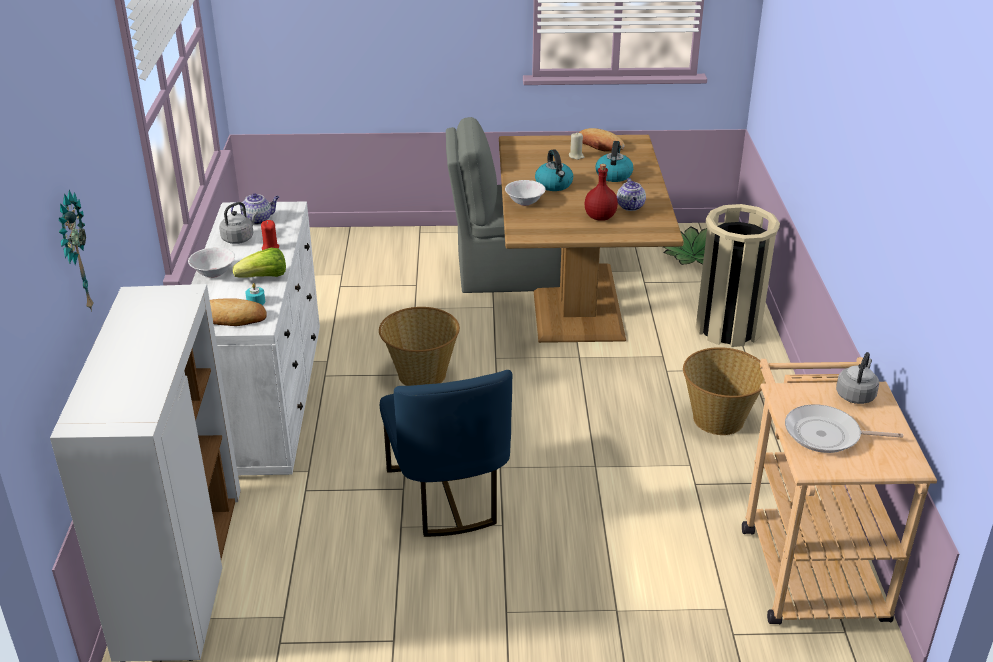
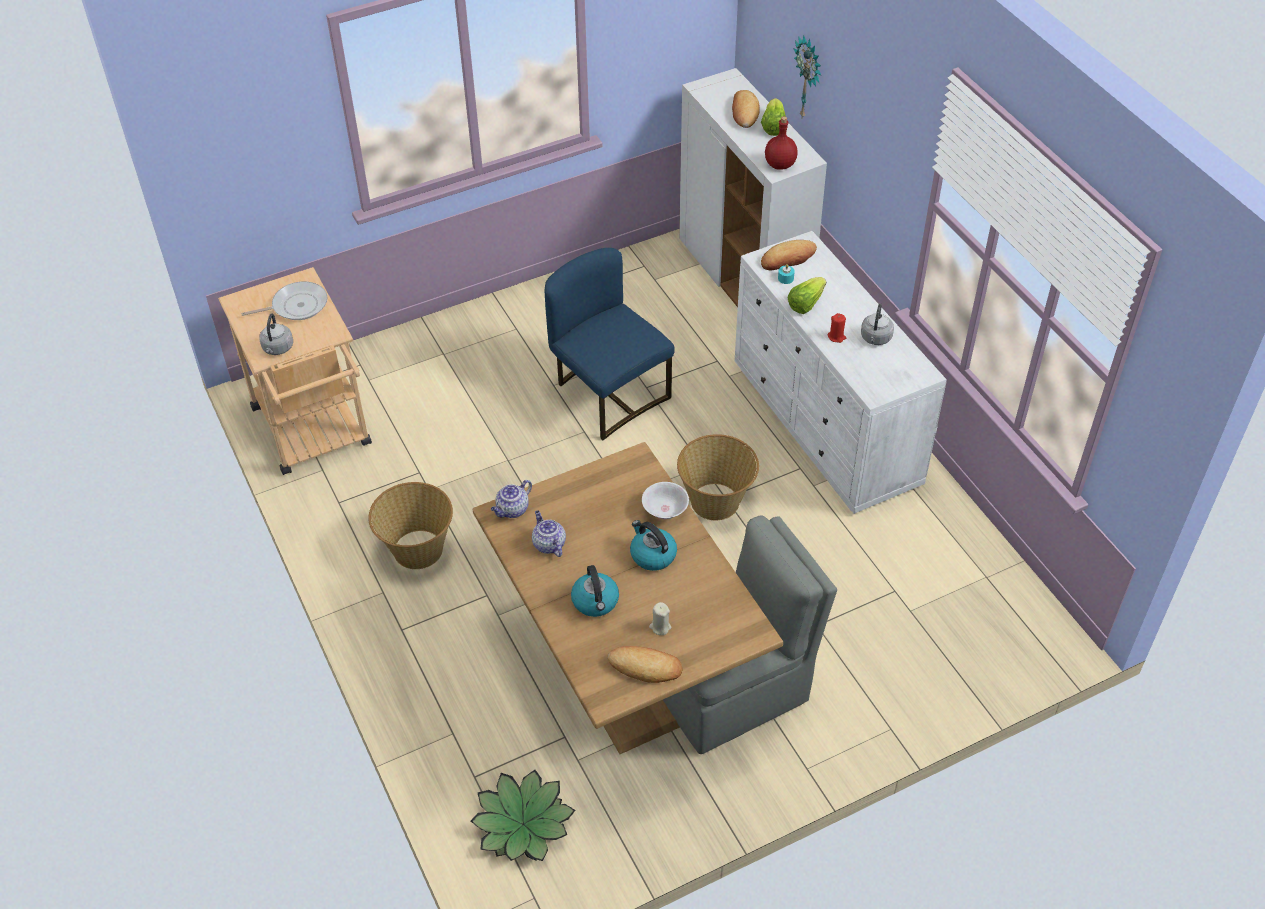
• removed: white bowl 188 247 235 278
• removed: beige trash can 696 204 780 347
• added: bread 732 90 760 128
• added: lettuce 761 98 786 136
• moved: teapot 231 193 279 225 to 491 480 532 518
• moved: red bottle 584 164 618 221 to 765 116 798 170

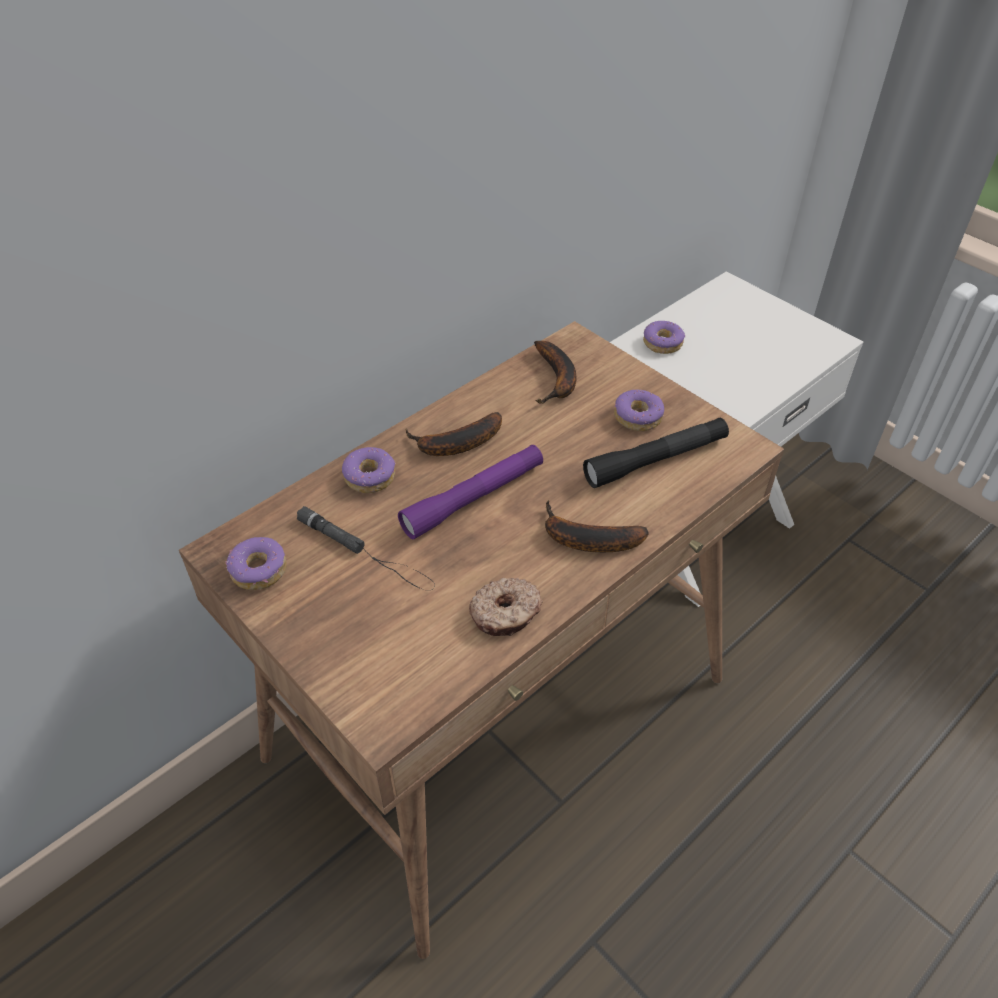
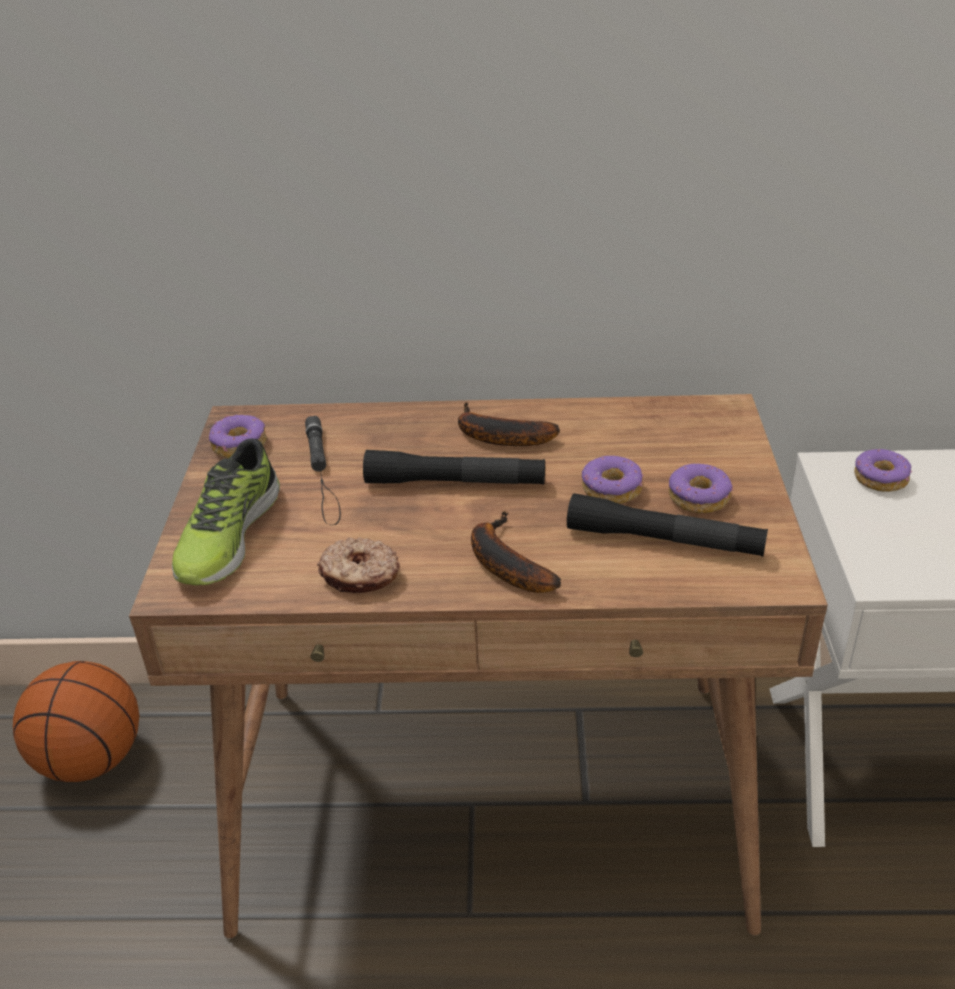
• removed: banana 534 341 576 404
• added: basketball 13 661 139 782
• added: shoe 172 438 280 585
• moved: donut 342 447 396 493 to 582 456 644 504
• recoloured: purple flashlight 398 445 543 539 to black flashlight 363 450 545 485

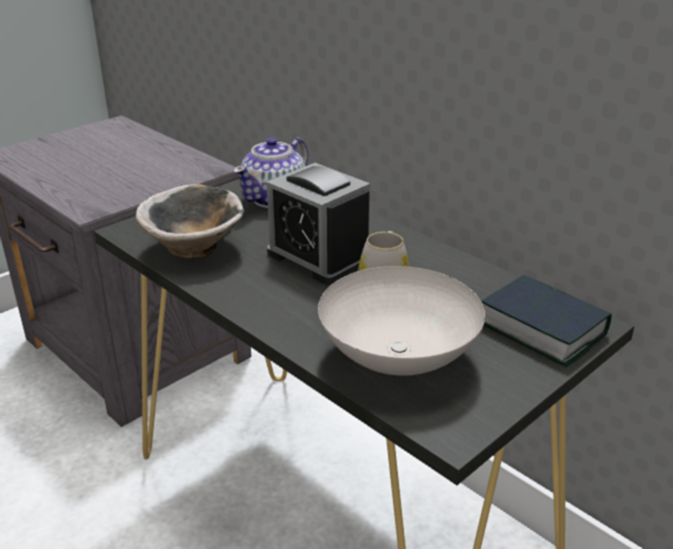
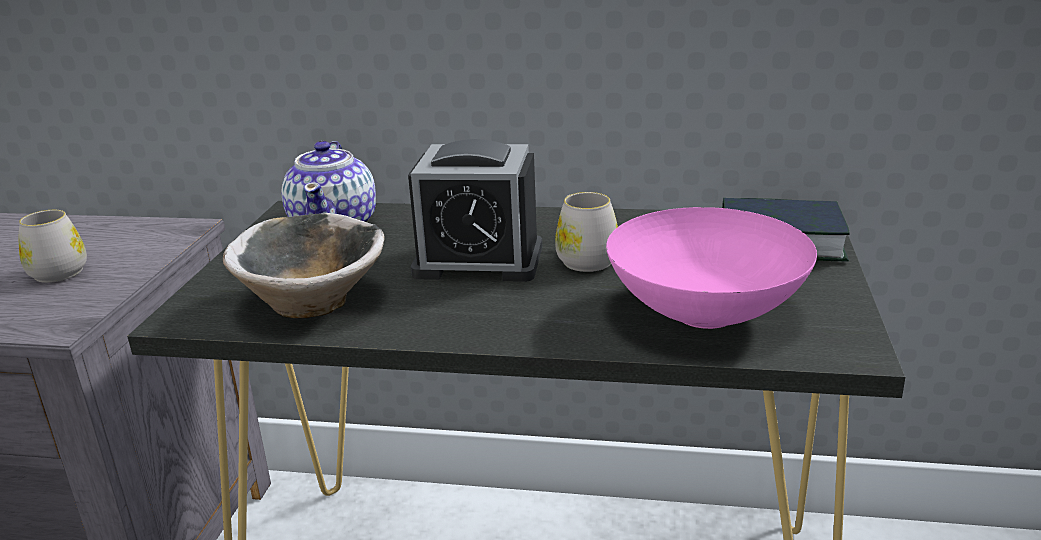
• added: white mug 19 210 87 283
• recoloured: white bowl 318 266 485 376 to pink bowl 606 207 817 329

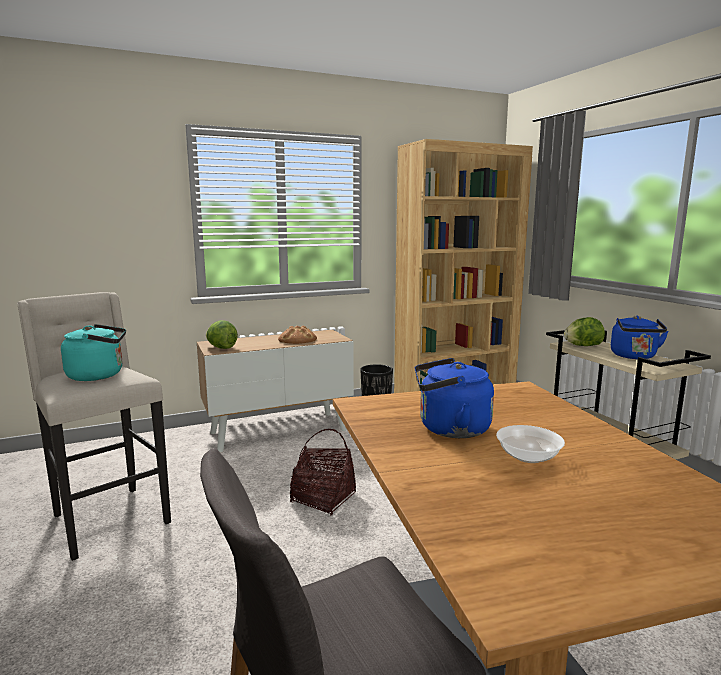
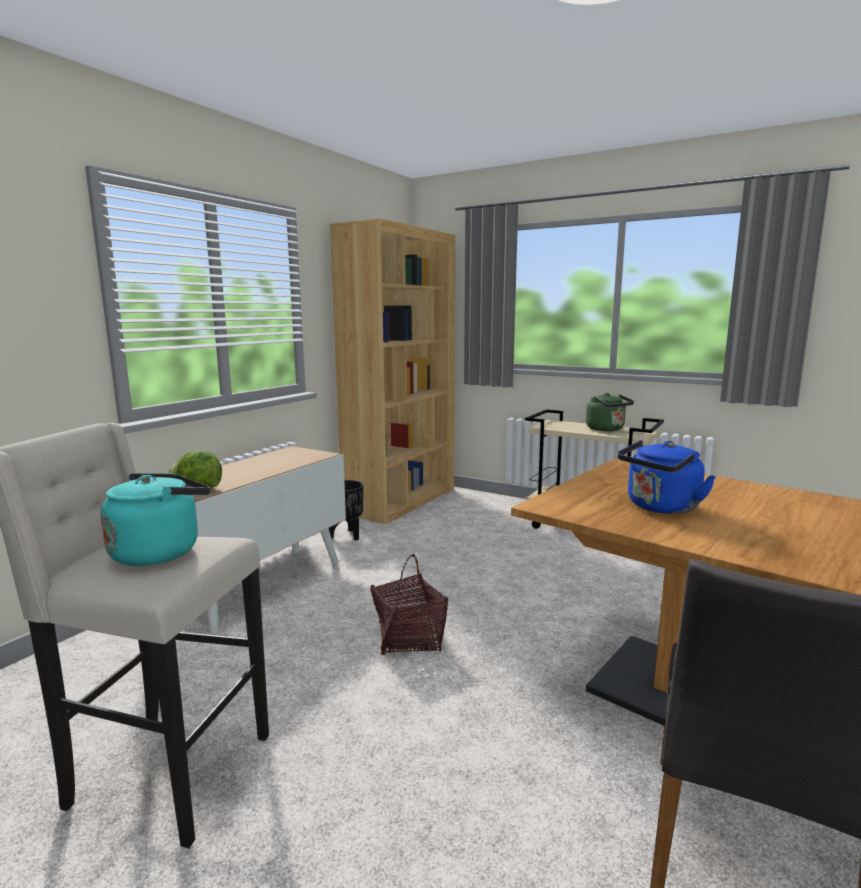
• removed: bread 278 326 317 344
• removed: bowl 496 425 565 463
• removed: lettuce 564 317 605 346
• recoloured: blue kettle 611 316 669 359 to green kettle 586 393 634 431

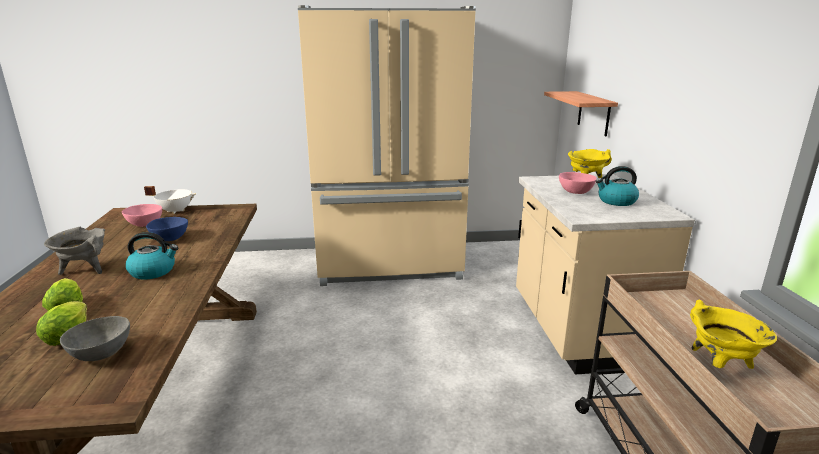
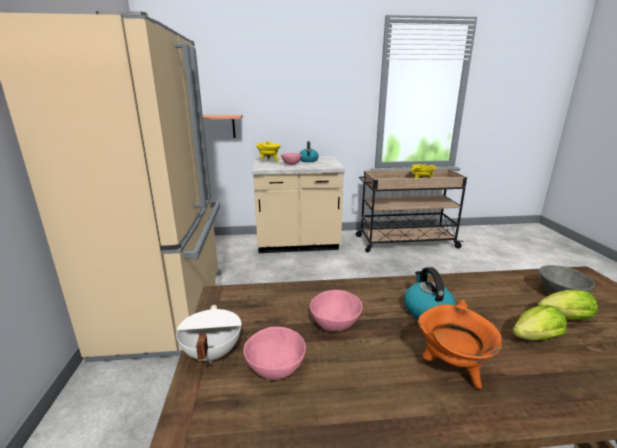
• recoloured: grey cooking pot 44 227 105 275 to orange cooking pot 418 300 502 389
• recoloured: blue bowl 146 217 188 241 to pink bowl 310 290 363 331

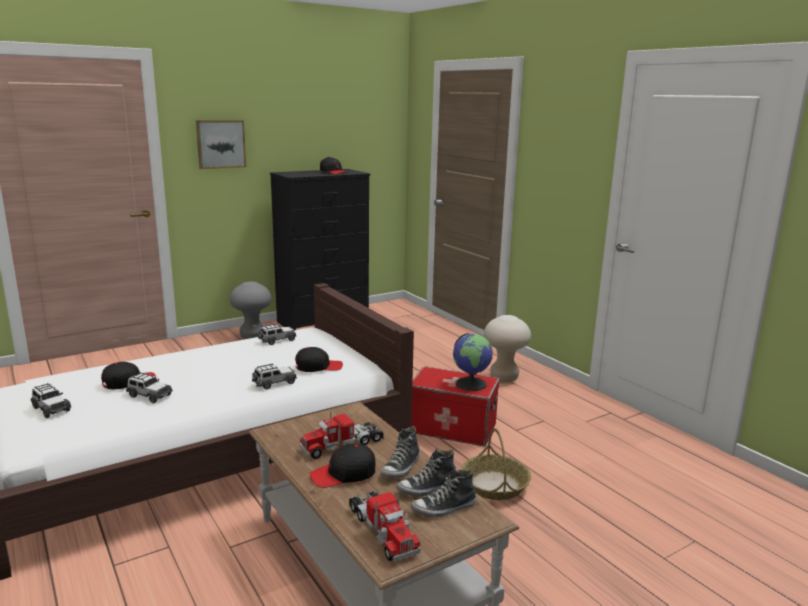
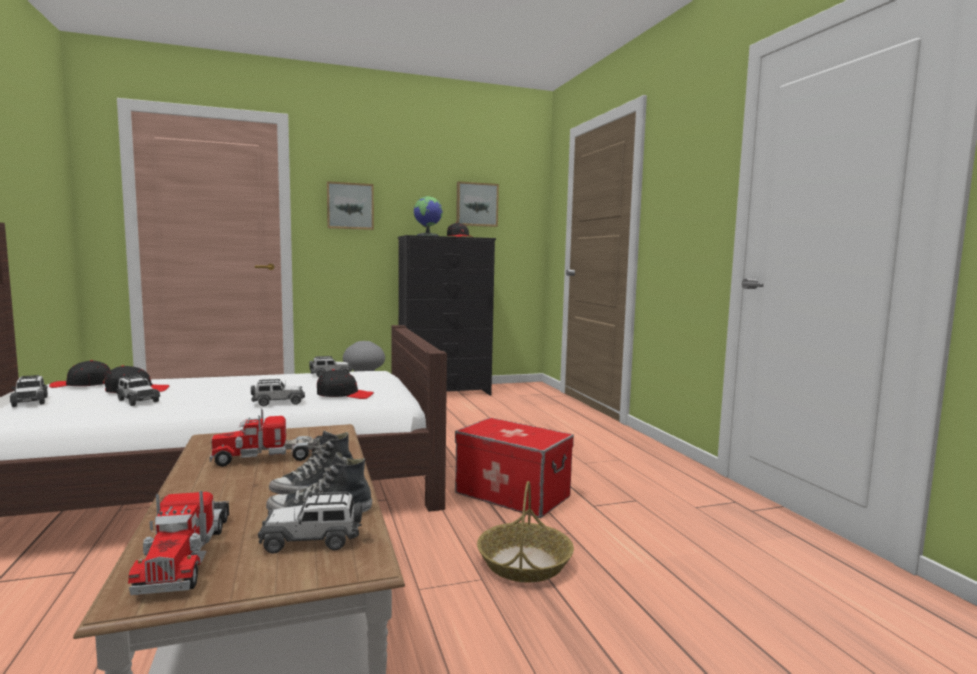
• removed: beige stool 484 315 531 382
• added: picture 456 181 499 227
• moved: black cap 310 444 376 488 to 49 360 110 388
• moved: globe 453 333 493 391 to 414 196 443 236
• replaced: shoe 411 467 476 518 to toy car 258 492 362 554

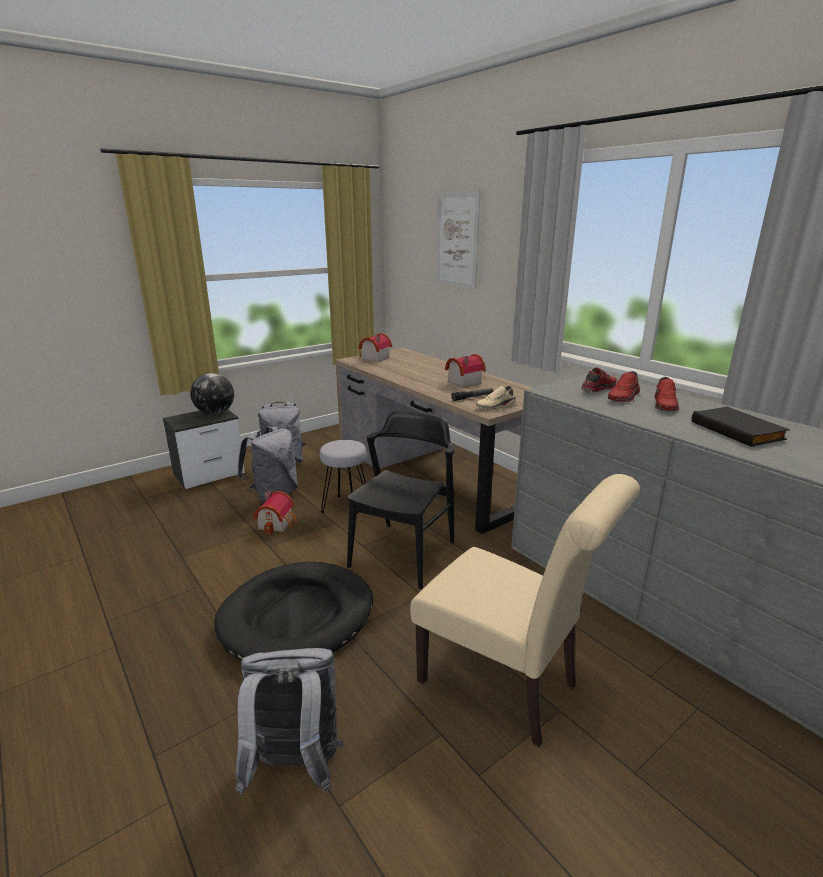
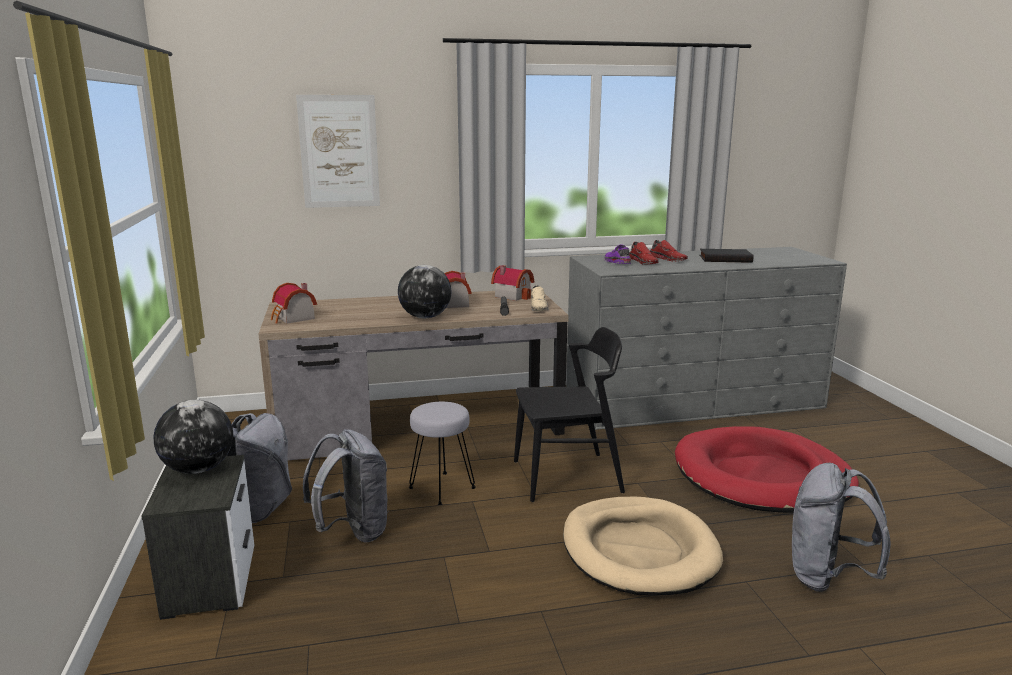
• added: globe 398 265 452 318
• moved: toy house 253 491 298 535 to 491 265 534 301
• replaced: beige chair 410 474 640 747 to red dog bed 675 426 859 513
• recoloured: black dog bed 214 562 373 661 to beige dog bed 563 497 723 595
• recoloured: red shoe 581 368 617 392 to purple shoe 604 244 631 264
• turned: black chair 347 411 455 590 = 514 327 625 502 120 degrees clockwise

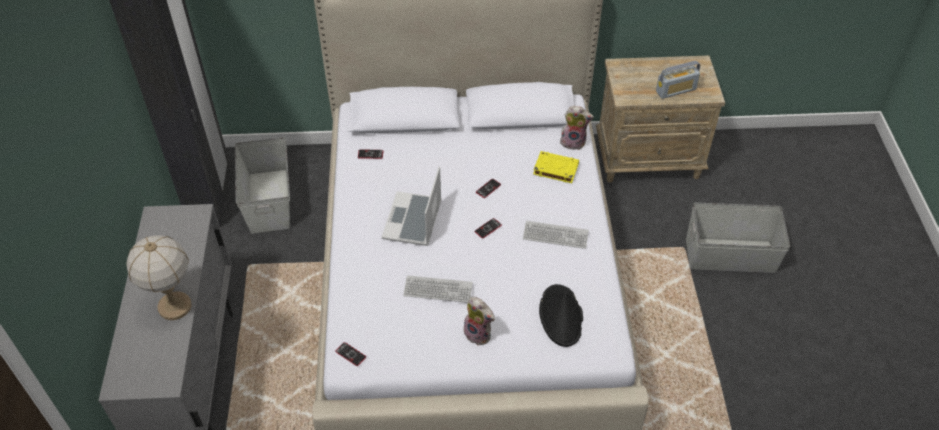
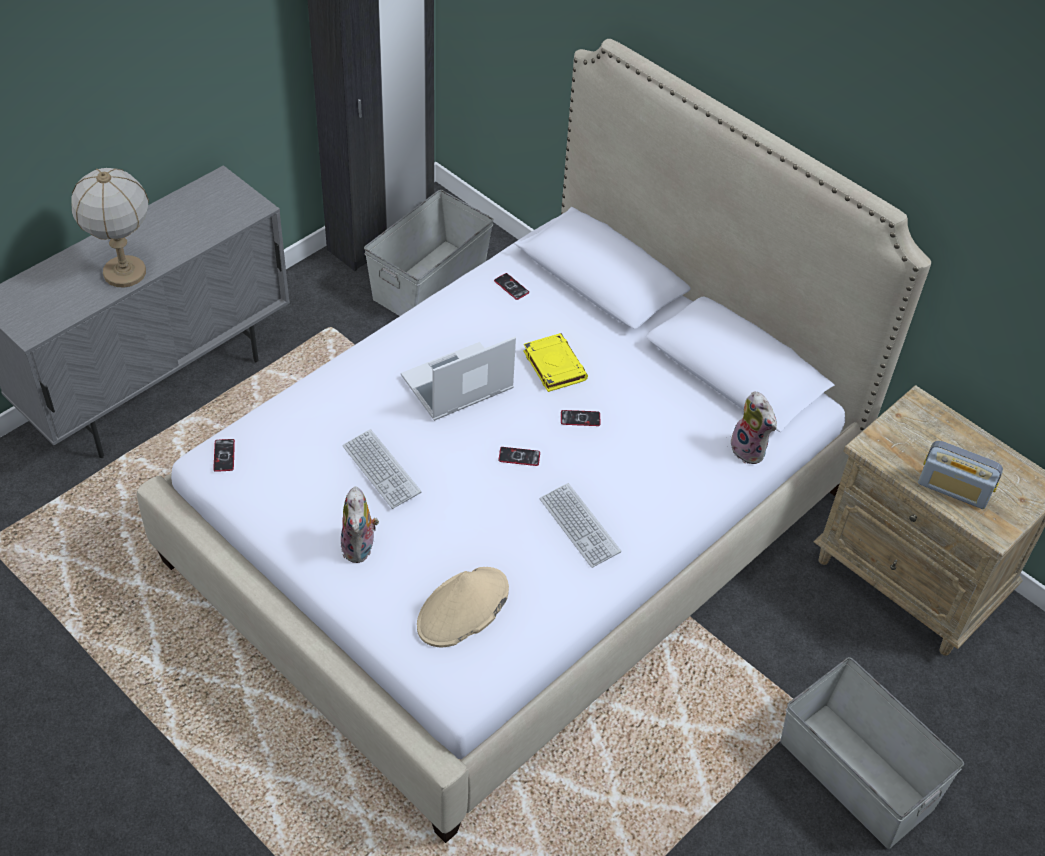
• moved: yellow book 533 151 579 183 to 523 333 588 392
• recoloured: black hat 539 284 583 347 to beige hat 417 567 509 647

